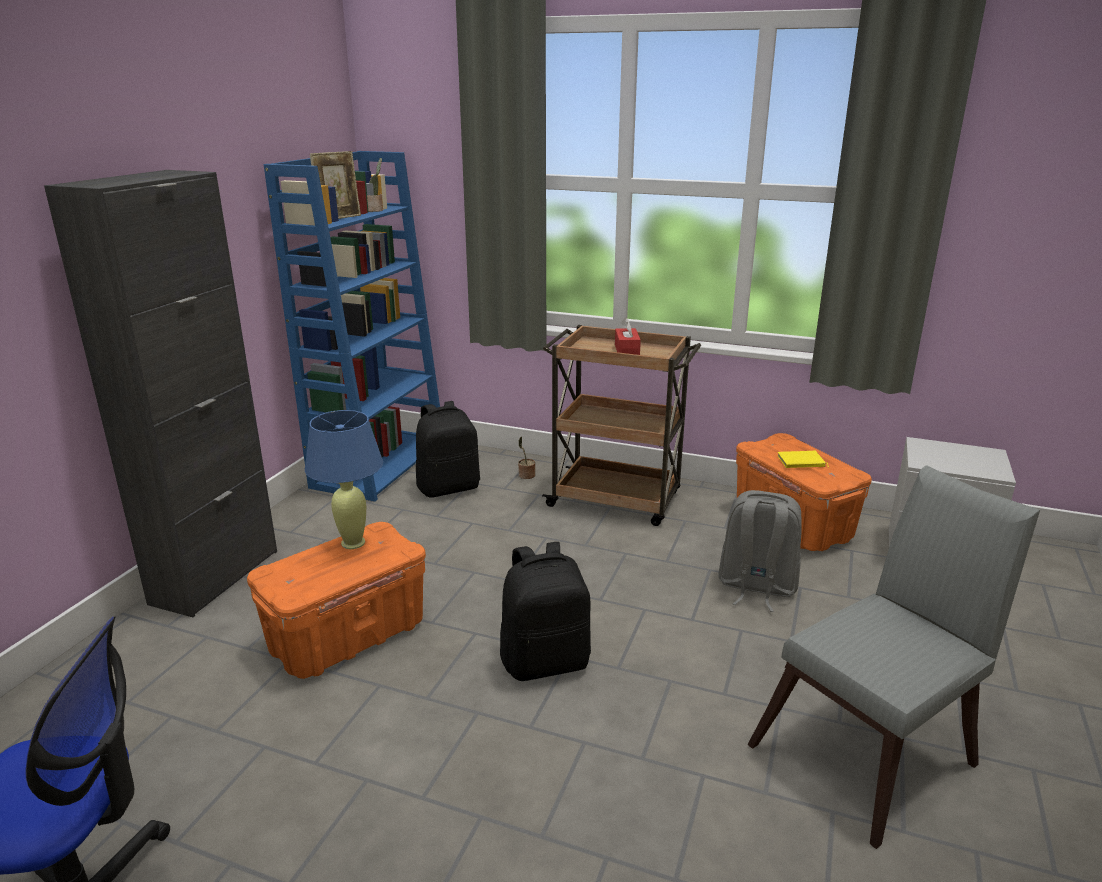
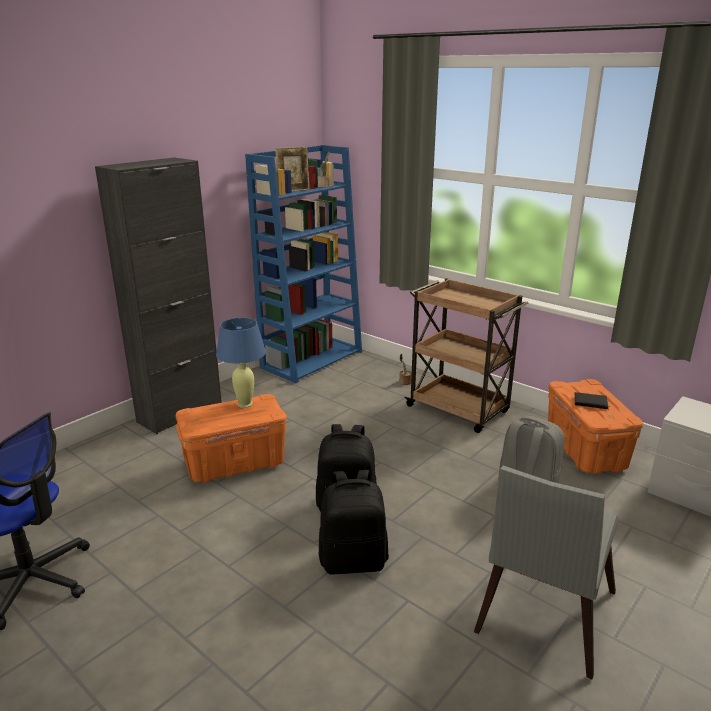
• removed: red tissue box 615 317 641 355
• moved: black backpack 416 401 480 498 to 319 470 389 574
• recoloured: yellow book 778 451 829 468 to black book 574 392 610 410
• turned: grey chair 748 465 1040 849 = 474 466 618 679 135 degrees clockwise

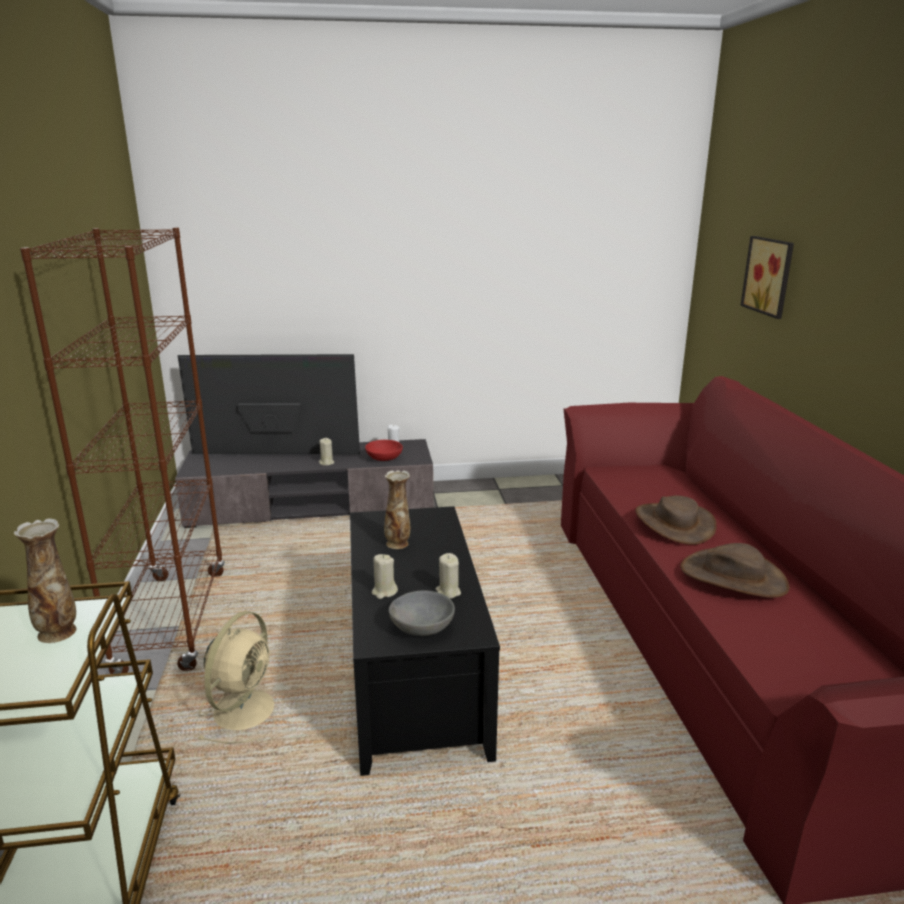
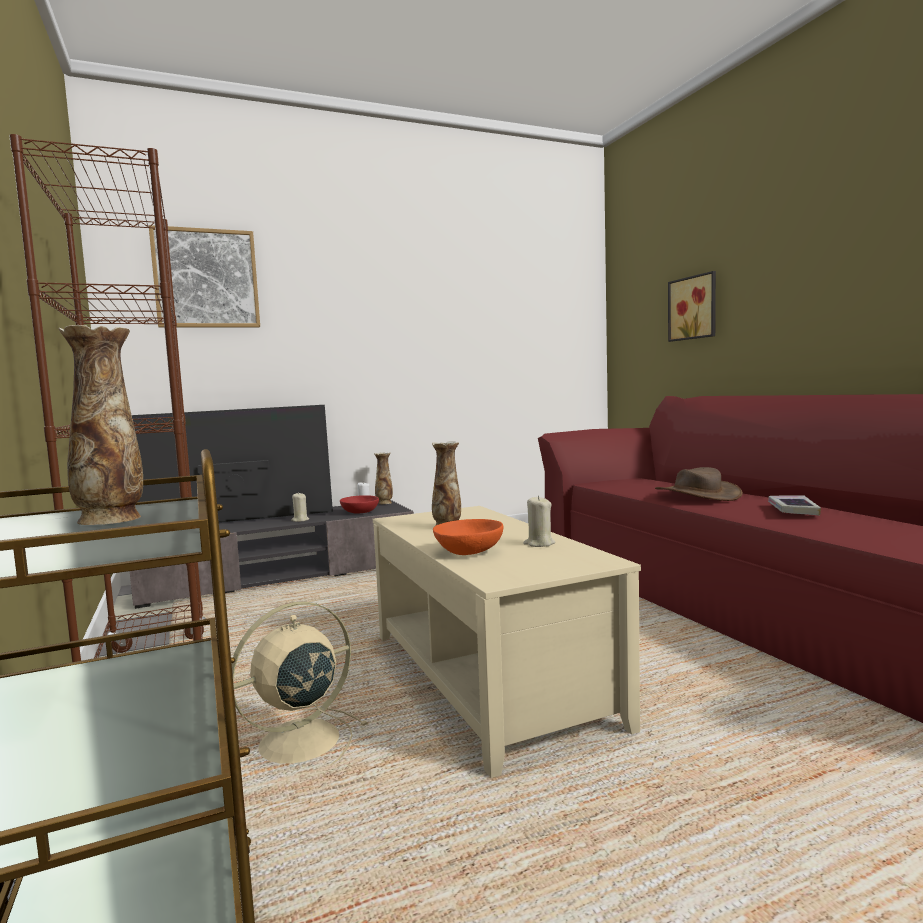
• removed: grey bowl 389 590 455 636
• added: picture 149 225 260 327
• added: vase 374 452 393 504
• replaced: beige candle 372 554 398 599 to orange bowl 433 519 504 555
• replaced: brown hat 680 543 790 598 to book 768 495 821 516
• recoloured: black coffee table 350 506 500 776 to beige coffee table 373 506 641 778
• turned: beige fan 198 611 274 744 = 232 602 368 765 135 degrees counterclockwise

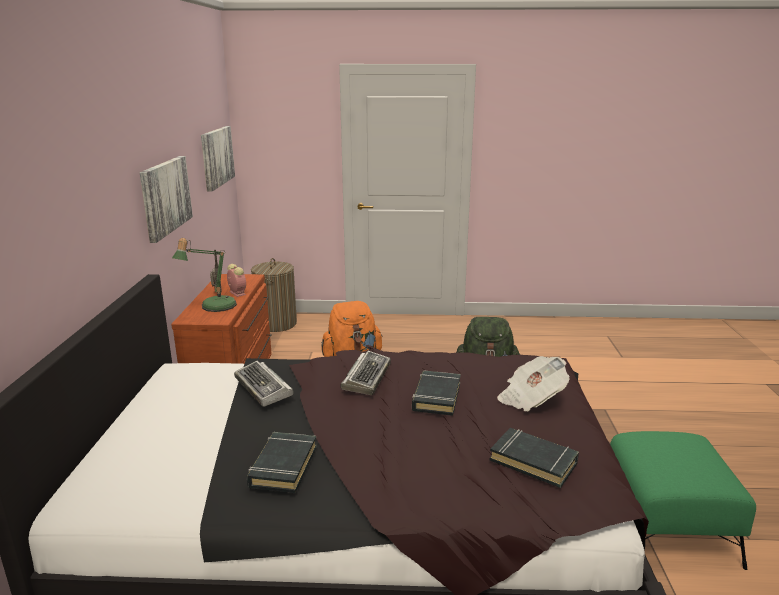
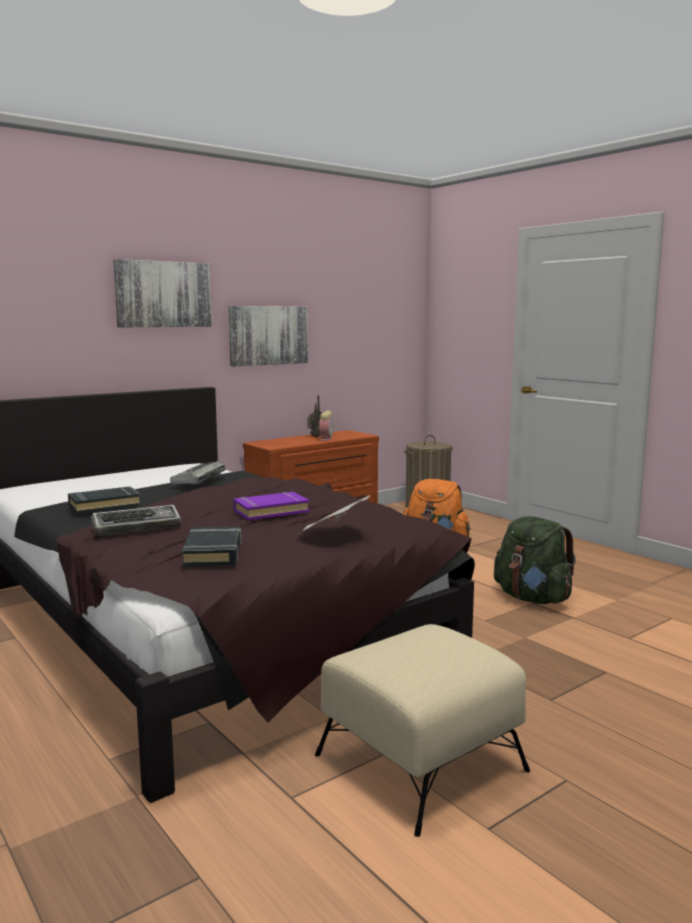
• removed: table lamp 172 238 237 312
• moved: picture 201 126 235 192 to 113 259 212 327
• moved: keyboard 340 351 391 395 to 91 505 182 536
• recoloured: black book 412 370 461 416 to purple book 233 492 310 520
• recoloured: green ottoman 610 431 756 570 to beige ottoman 315 624 530 837

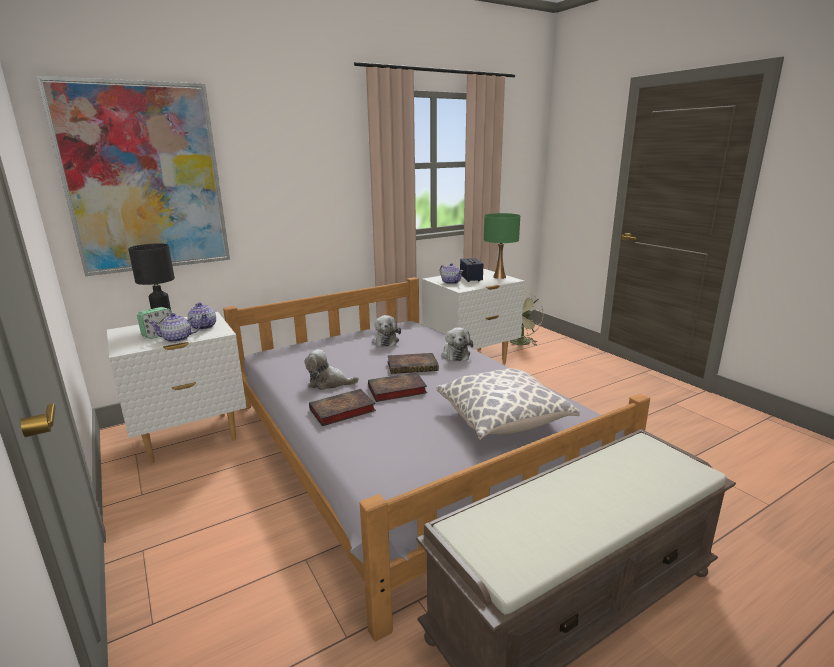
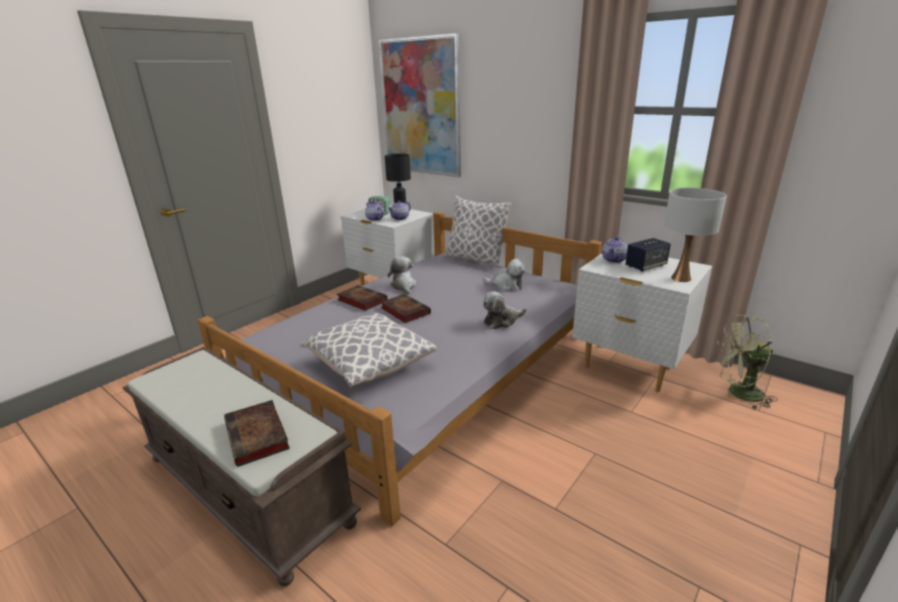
• added: pillow 444 196 511 267
• moved: book 387 353 439 374 to 224 400 290 467
• recoloured: green table lamp 484 213 520 279 to white table lamp 664 188 727 282
• turned: plush toy 372 315 401 347 = 483 259 526 291 135 degrees counterclockwise

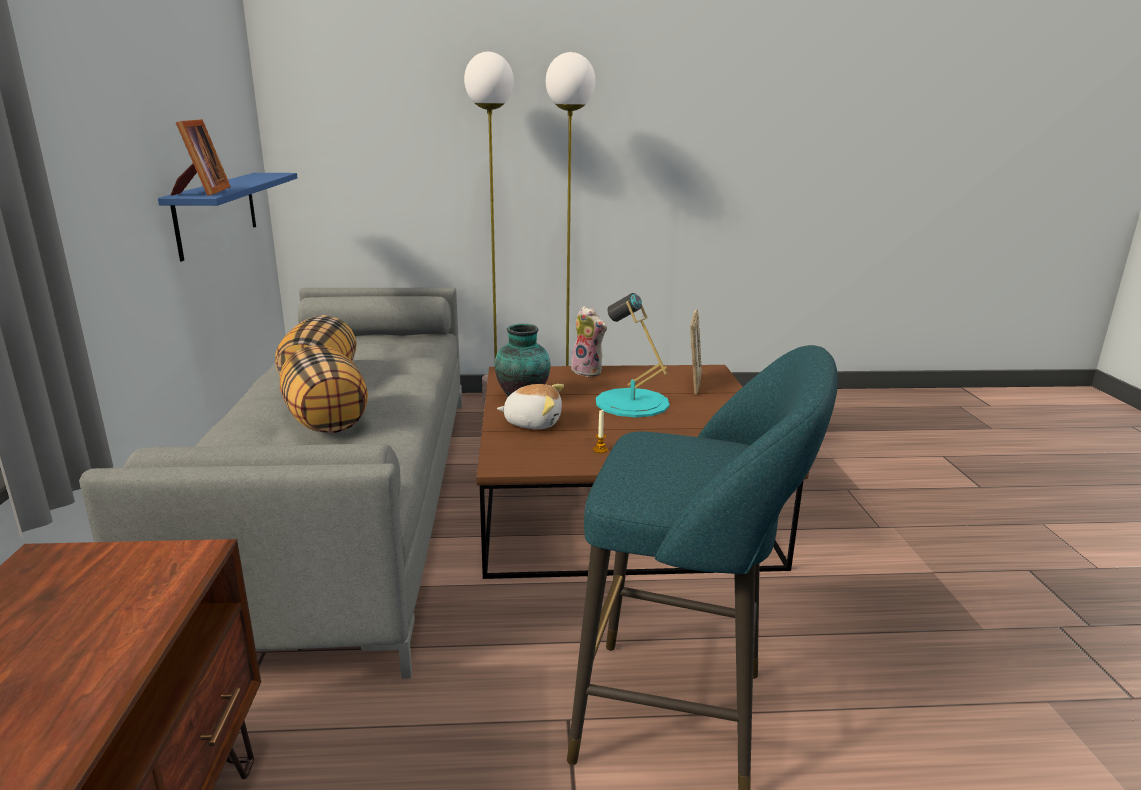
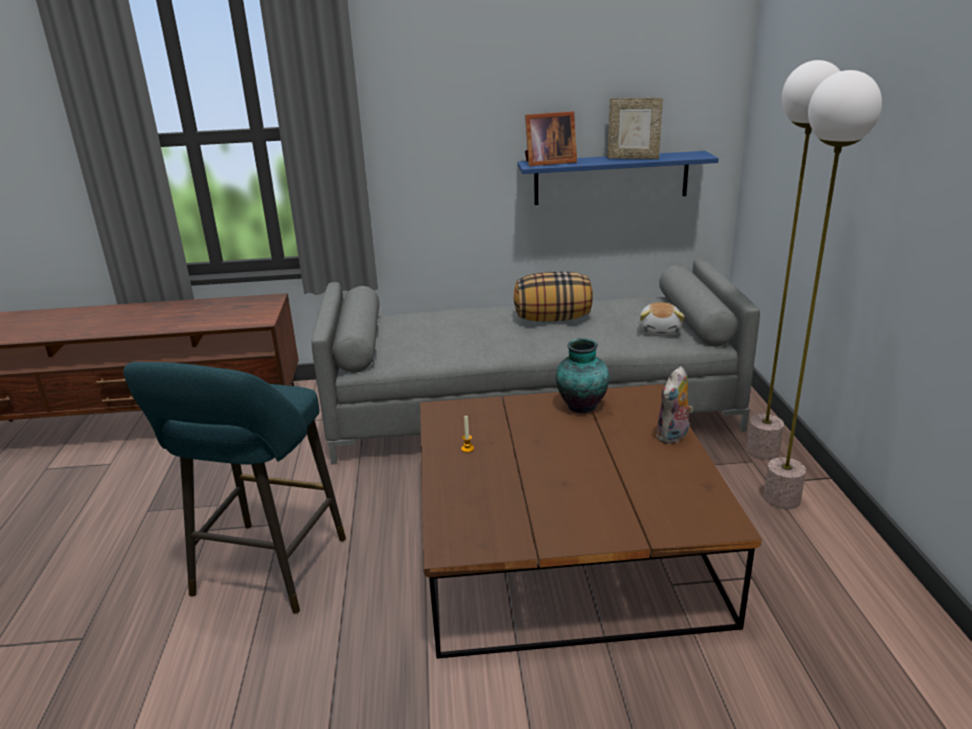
• removed: pillow 280 345 368 433
• removed: turquoise table lamp 596 293 670 417
• moved: plush toy 497 384 564 429 to 639 302 685 336
• moved: picture frame 690 310 702 395 to 608 98 663 159

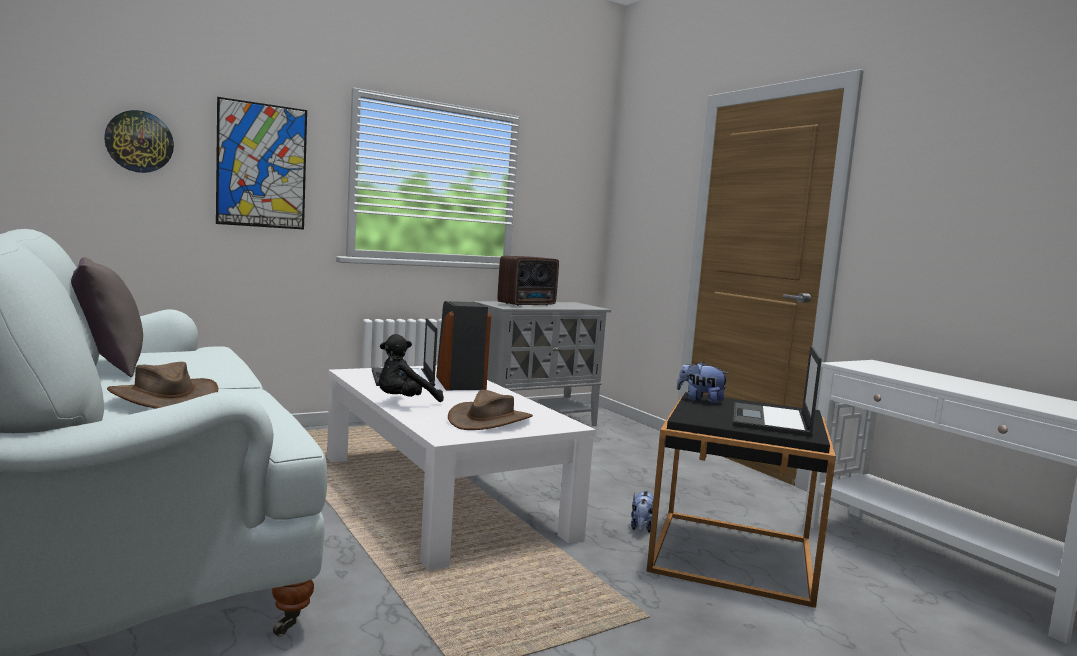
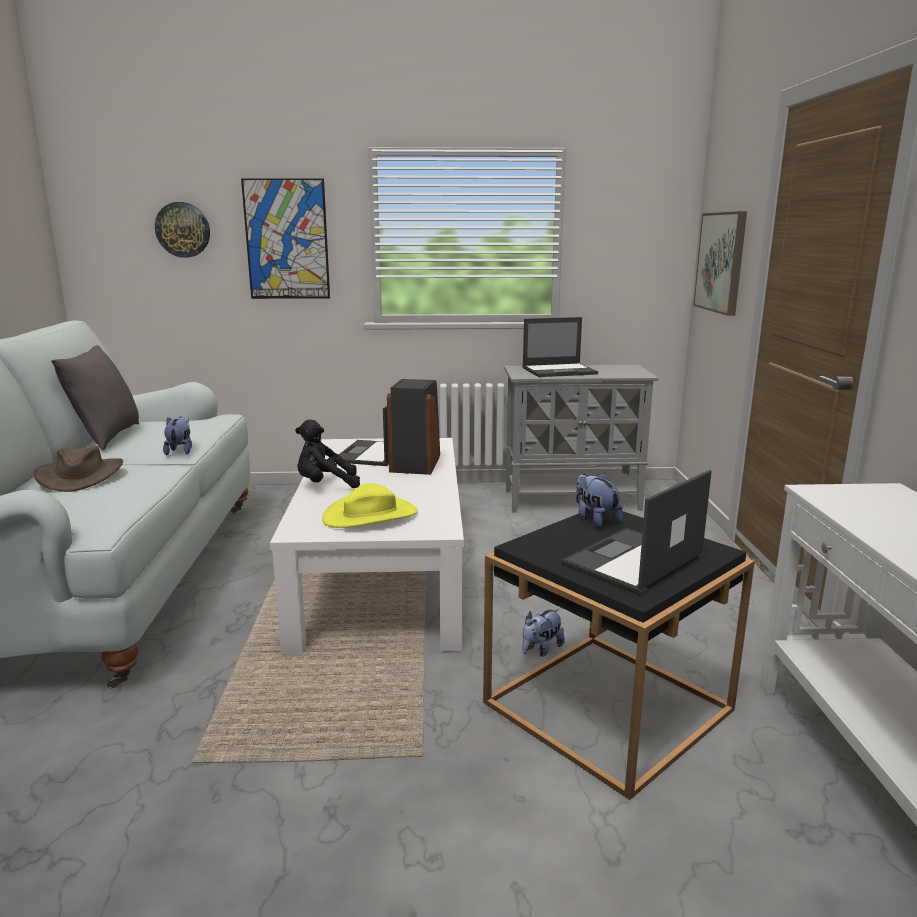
• added: plush toy 163 416 192 455
• added: picture 693 211 747 316
• replaced: radio 498 256 559 306 to laptop 522 317 598 377
• recoloured: brown hat 448 390 533 430 to yellow hat 322 483 418 528

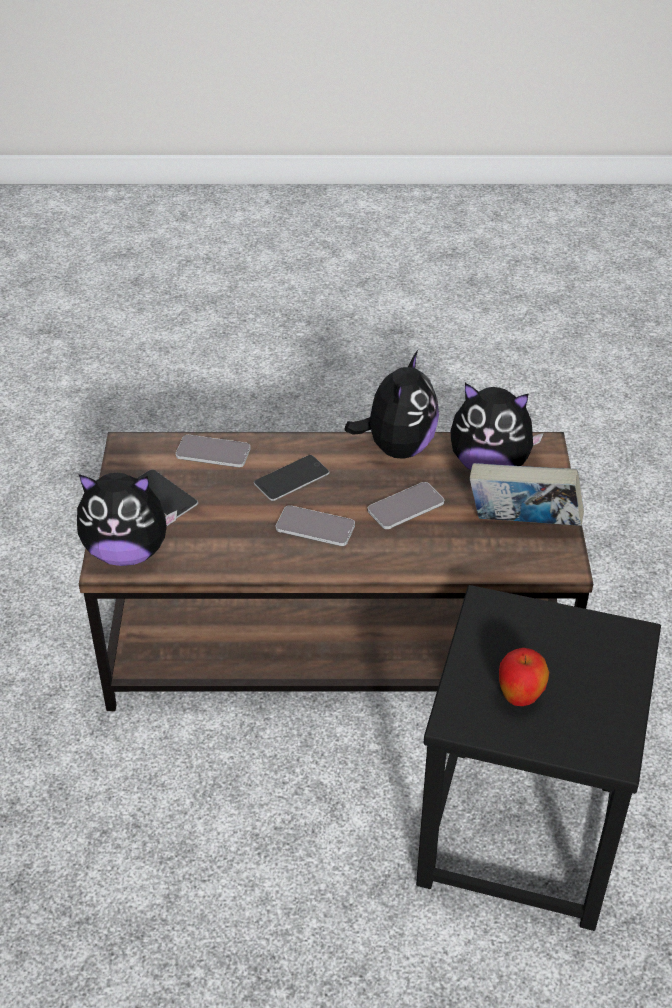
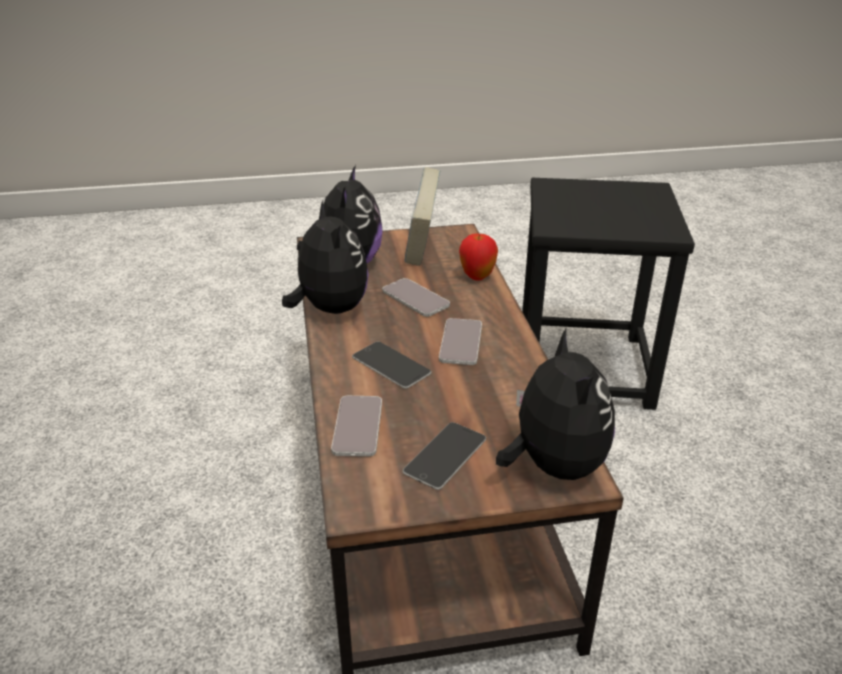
• moved: apple 499 648 549 706 to 459 233 498 281
• turned: plush toy 344 350 439 459 = 282 201 369 314 60 degrees clockwise

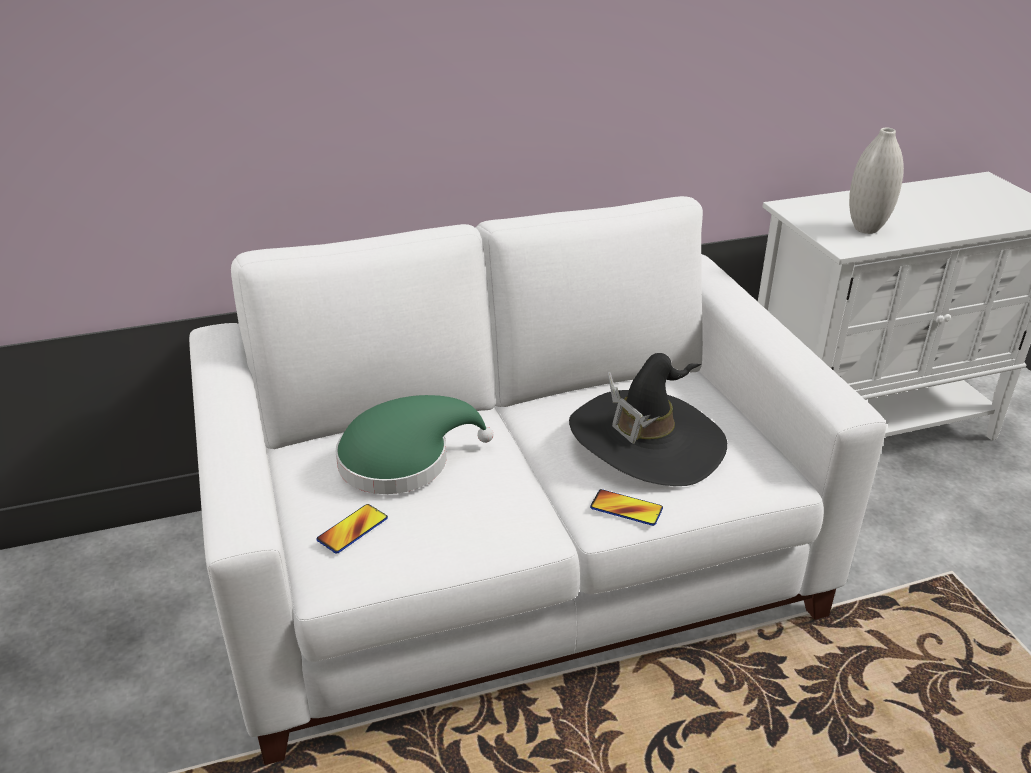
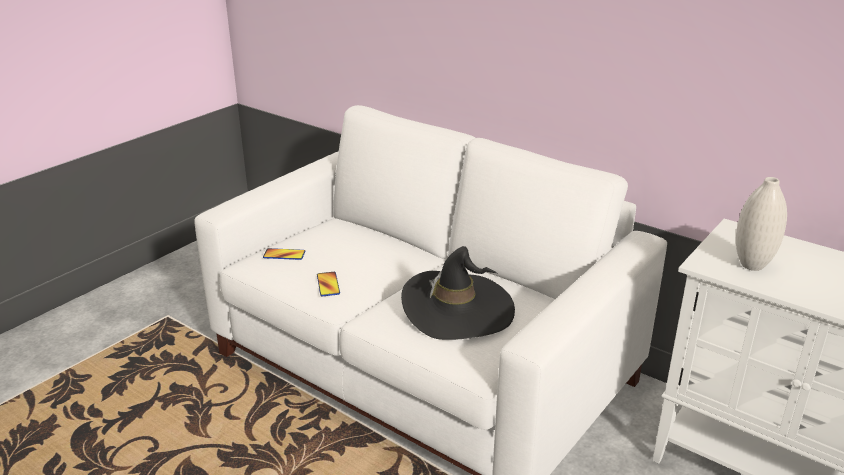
• removed: green hat 336 395 493 494
• moved: phone 590 489 663 526 to 317 272 340 296

